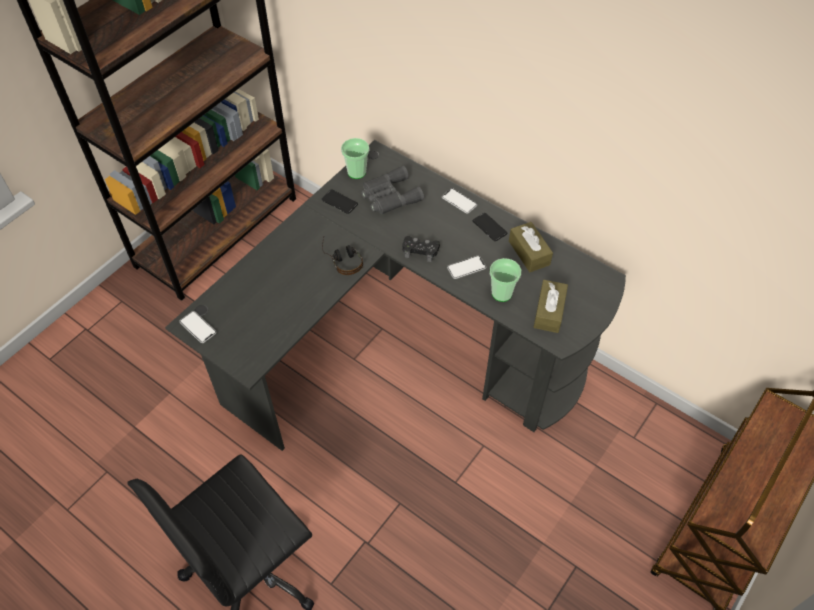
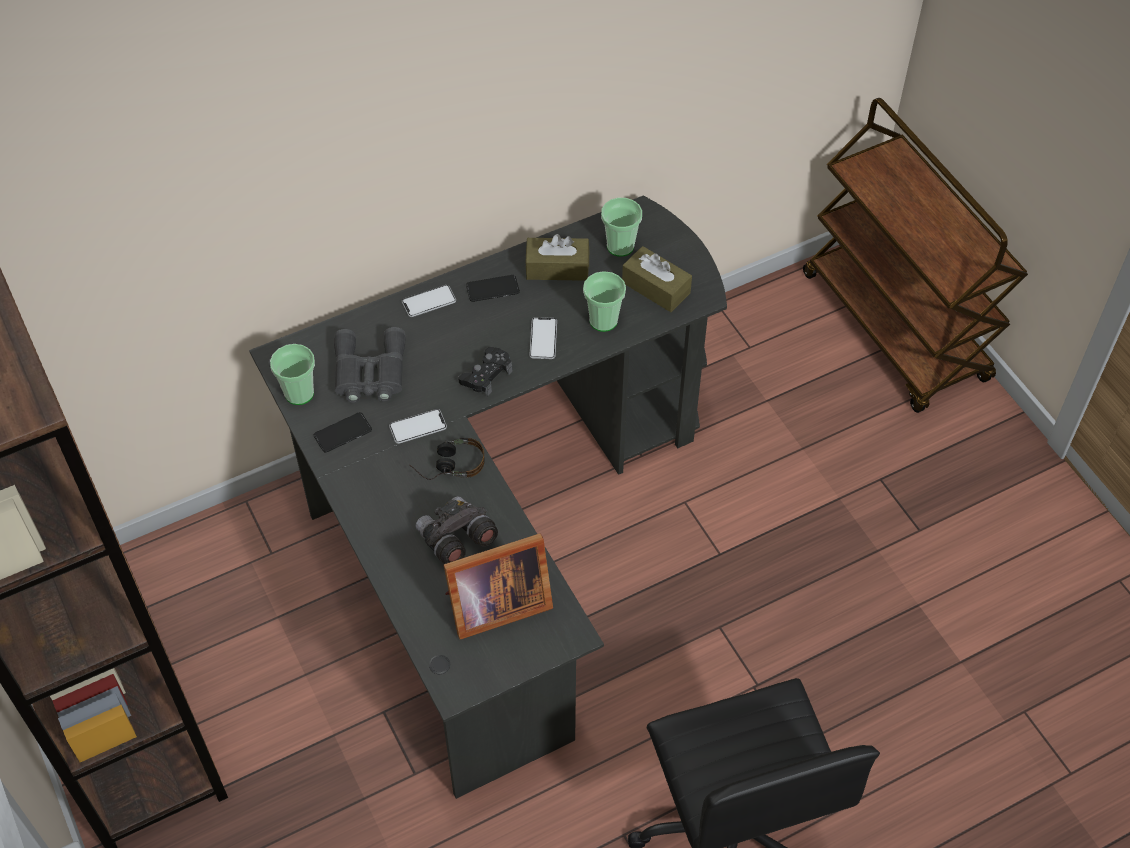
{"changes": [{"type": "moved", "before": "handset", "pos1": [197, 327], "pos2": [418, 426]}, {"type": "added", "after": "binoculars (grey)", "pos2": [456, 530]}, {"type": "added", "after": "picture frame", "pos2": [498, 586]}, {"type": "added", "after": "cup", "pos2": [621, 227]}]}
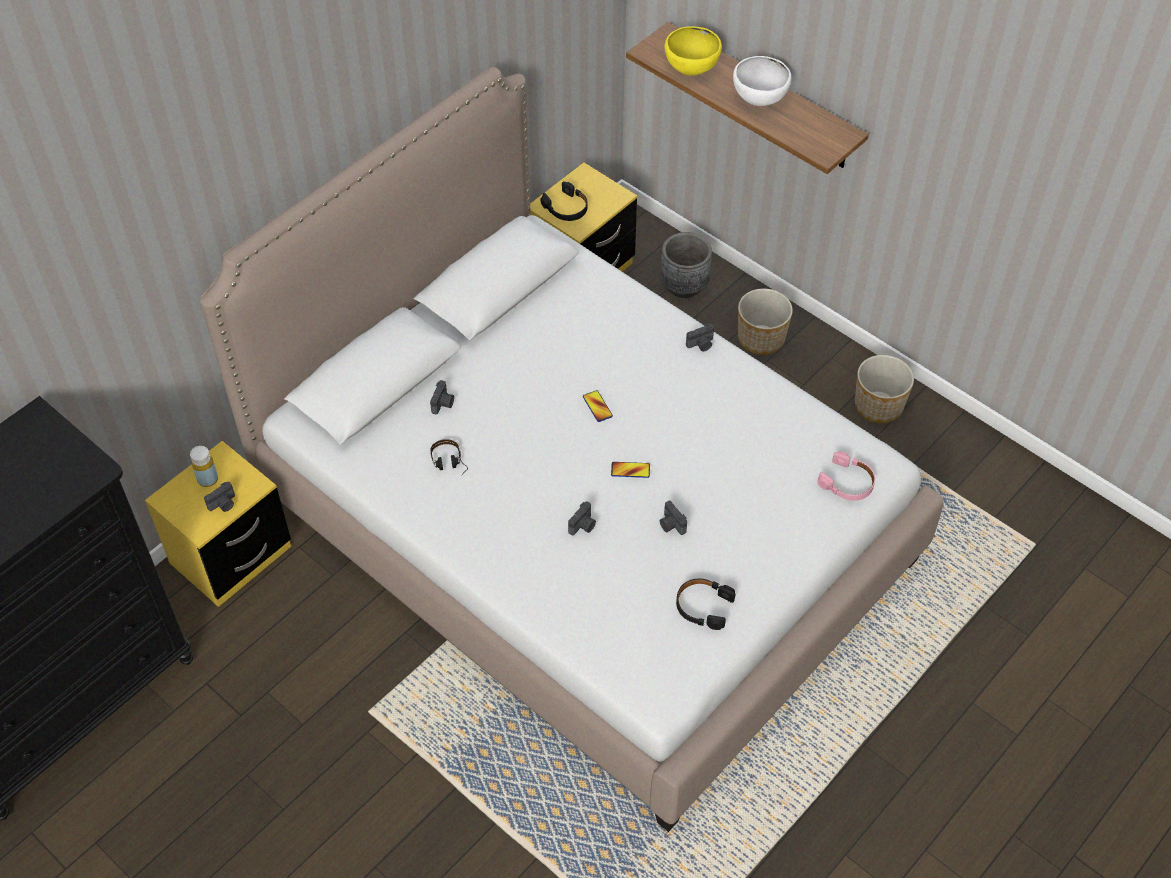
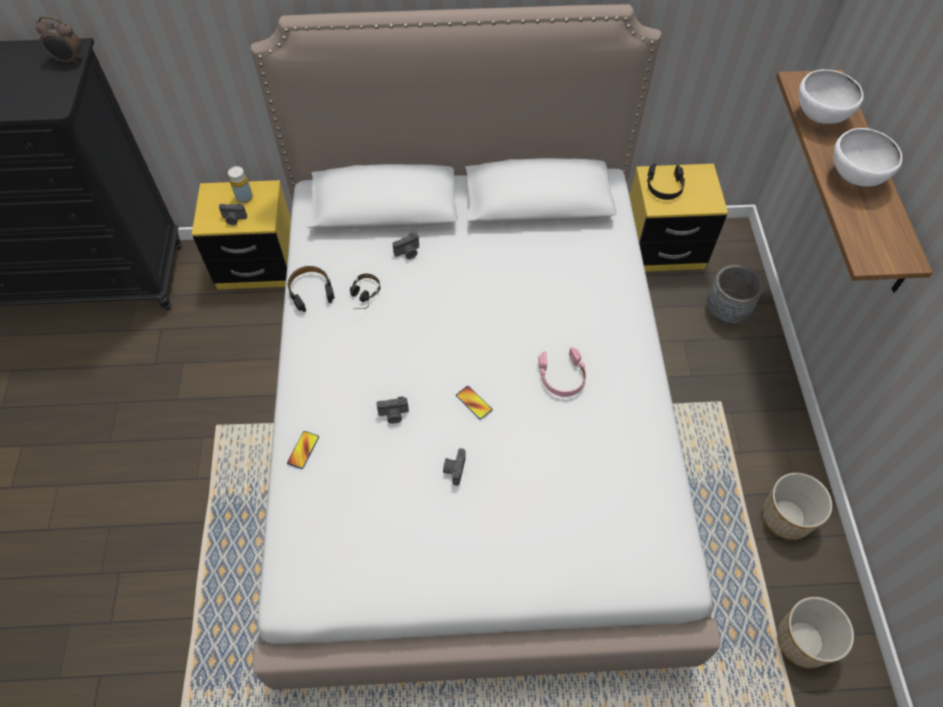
{"changes": [{"type": "added", "after": "bedside clock", "pos2": [59, 40]}, {"type": "moved", "before": "handset", "pos1": [598, 406], "pos2": [303, 450]}, {"type": "moved", "before": "headphones (blackish)", "pos1": [705, 604], "pos2": [311, 289]}, {"type": "moved", "before": "headphones (pink-coloured)", "pos1": [846, 476], "pos2": [562, 372]}, {"type": "moved", "before": "plant pot", "pos1": [765, 322], "pos2": [815, 632]}, {"type": "recoloured", "before": "bowl (yellow-coloured)", "after": "bowl (white)", "pos1": [693, 51], "pos2": [831, 96]}, {"type": "removed", "before": "photo camera", "pos1": [700, 337]}]}
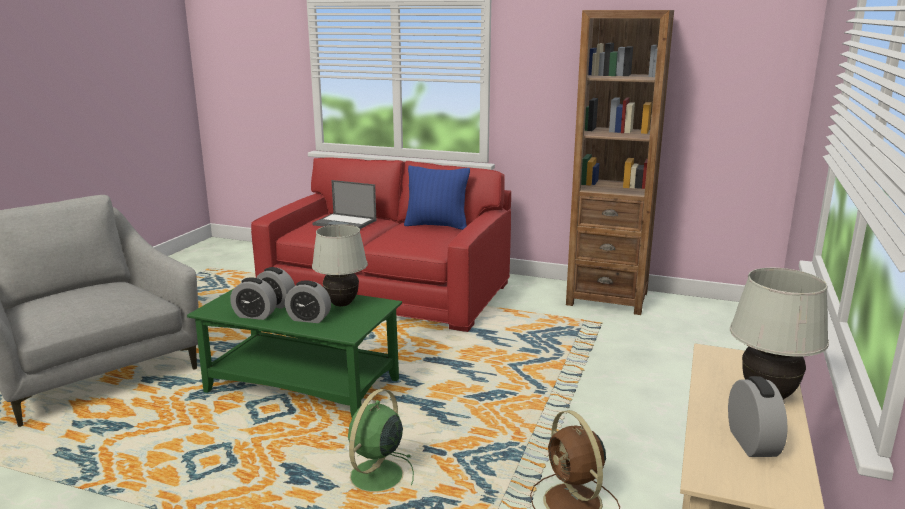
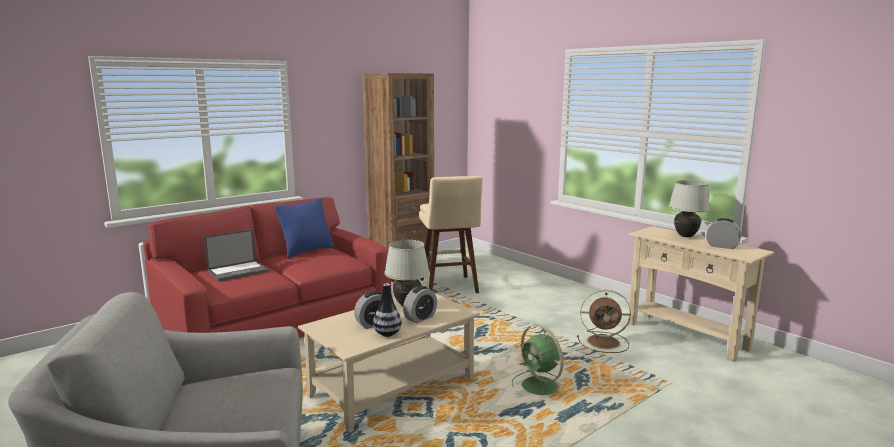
{"changes": [{"type": "recoloured", "before": "lounge table (greenish)", "after": "lounge table (sand-coloured)", "pos1": [294, 353], "pos2": [389, 363]}, {"type": "replaced", "before": "bedside clock", "after": "vase", "pos1": [253, 298], "pos2": [387, 310]}, {"type": "added", "after": "stool (sand-coloured)", "pos2": [451, 234]}]}
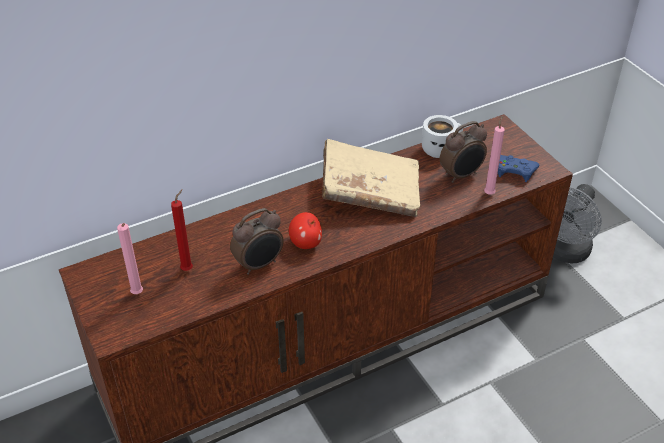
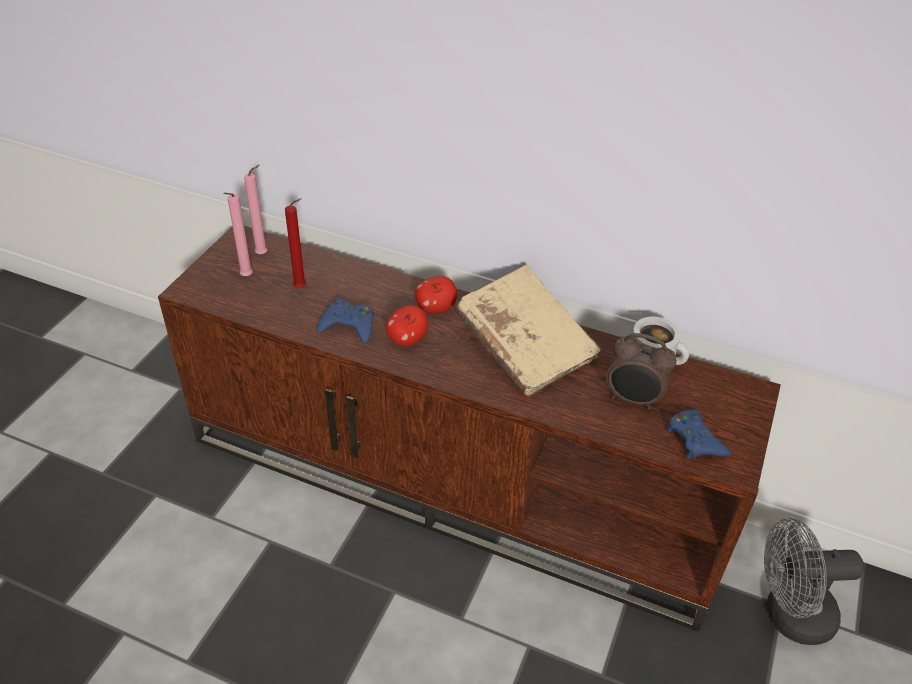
{"changes": [{"type": "moved", "before": "candle (pink-coloured)", "pos1": [494, 155], "pos2": [256, 210]}, {"type": "replaced", "before": "bedside clock", "after": "joypad (blue)", "pos1": [257, 241], "pos2": [345, 321]}, {"type": "added", "after": "apple", "pos2": [436, 295]}]}
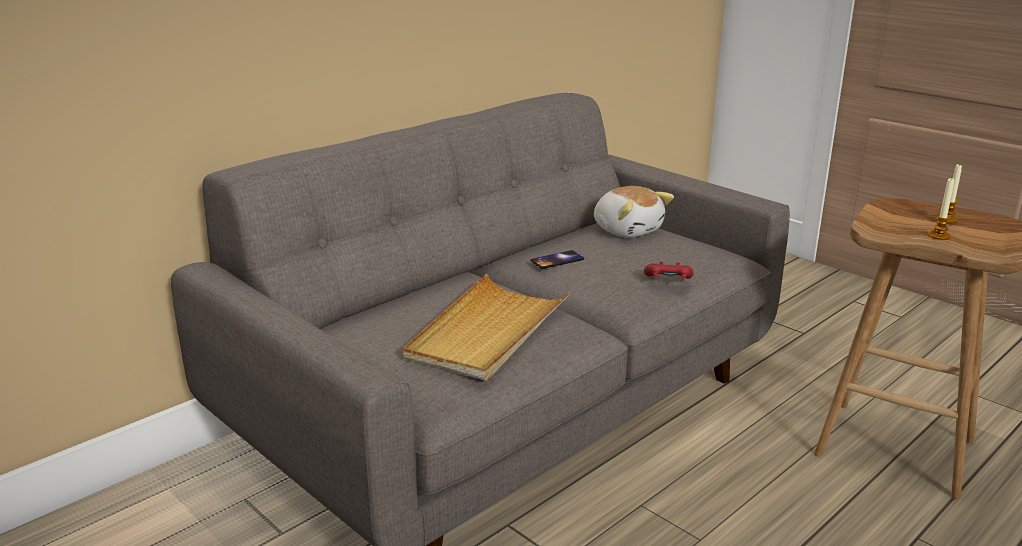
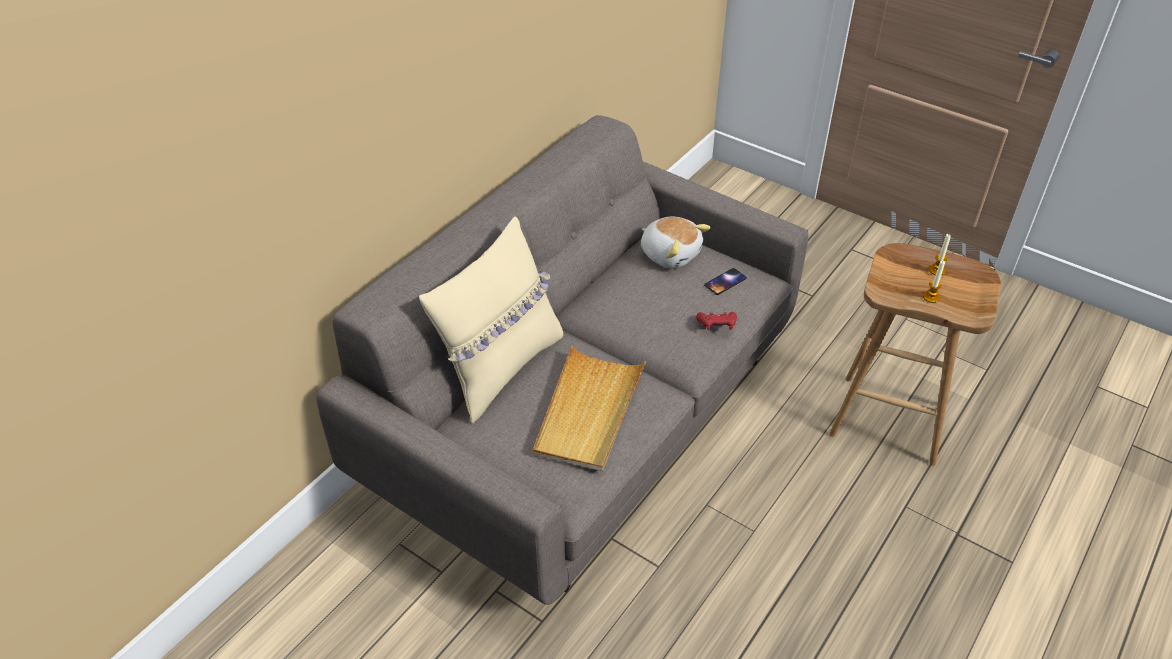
{"changes": [{"type": "added", "after": "pillow (sand-coloured)", "pos2": [491, 320]}, {"type": "moved", "before": "handset", "pos1": [557, 259], "pos2": [725, 281]}]}
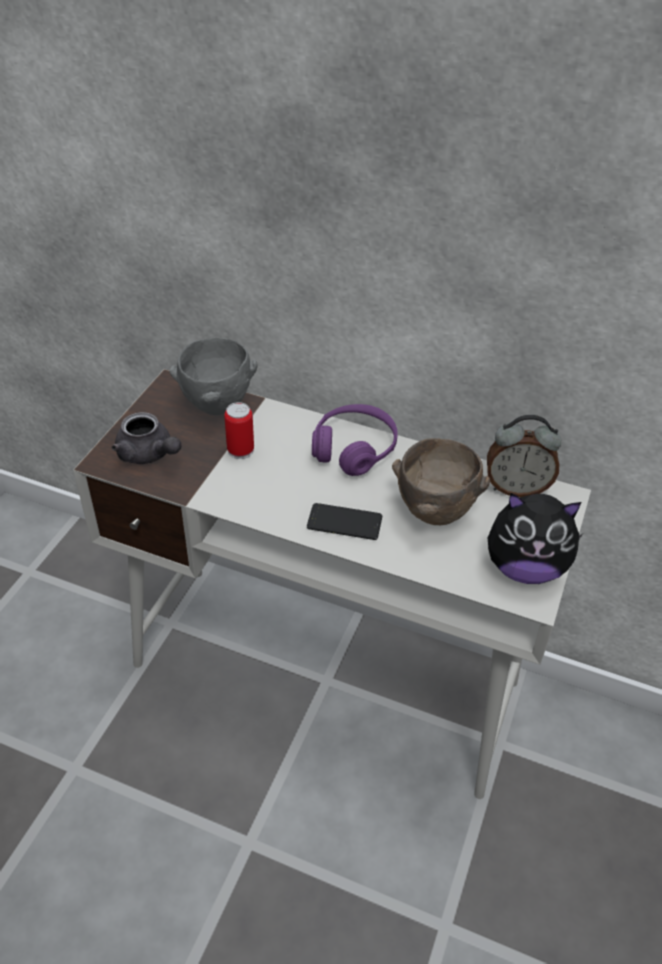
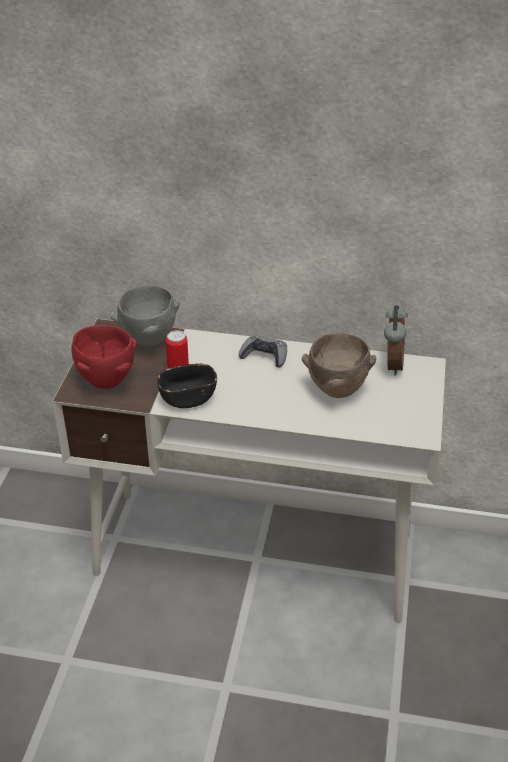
{"changes": [{"type": "replaced", "before": "tea pot (grey)", "after": "bowl (reddish)", "pos1": [146, 438], "pos2": [104, 357]}, {"type": "added", "after": "bowl (blackish)", "pos2": [187, 385]}, {"type": "replaced", "before": "headphones (purplish)", "after": "joypad (grey)", "pos1": [355, 440], "pos2": [263, 351]}, {"type": "turned", "before": "bedside clock", "pos1": [524, 456], "pos2": [396, 341], "turn": -75}, {"type": "removed", "before": "handset", "pos1": [344, 521]}, {"type": "removed", "before": "soft toy", "pos1": [535, 538]}]}
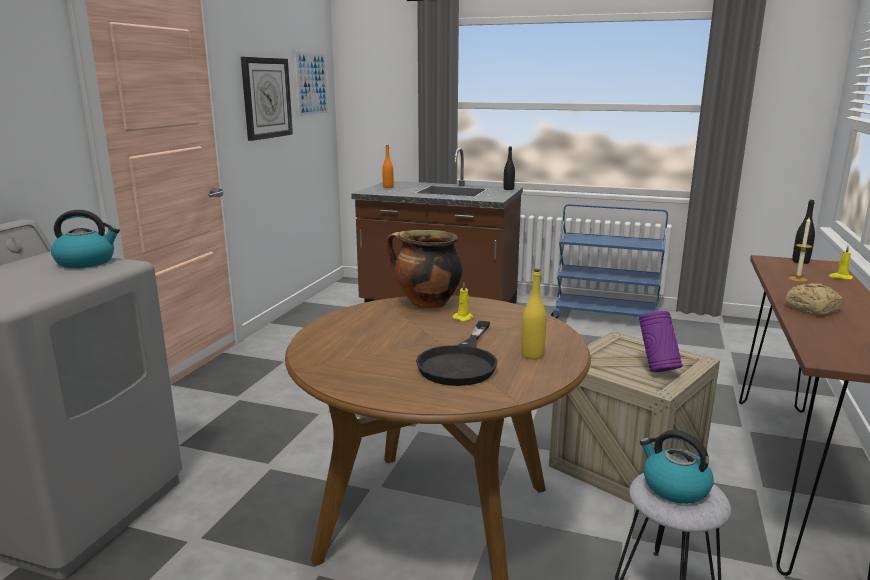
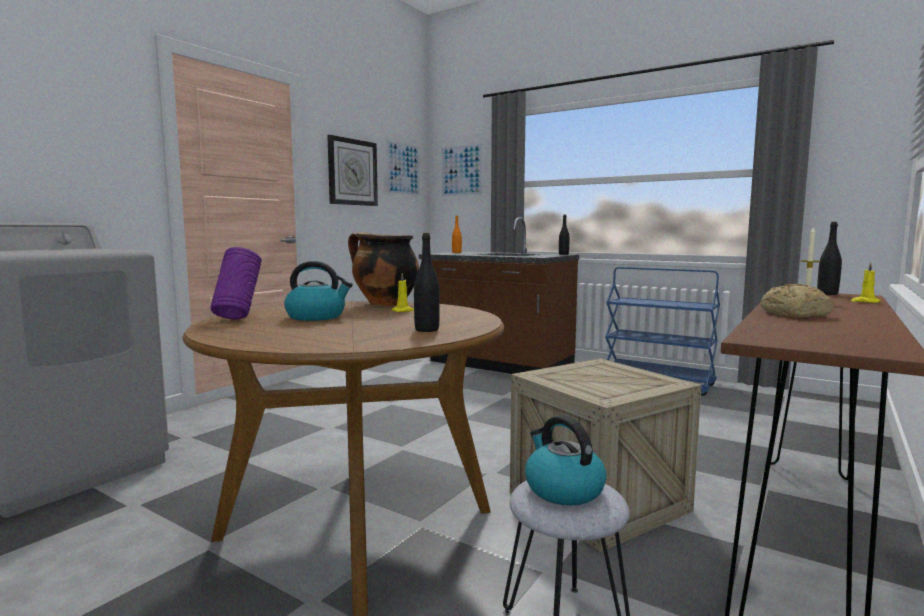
{"changes": [{"type": "moved", "before": "vase (purplish)", "pos1": [661, 341], "pos2": [236, 283]}, {"type": "moved", "before": "kettle", "pos1": [85, 239], "pos2": [318, 291]}, {"type": "recoloured", "before": "drink bottle (yellow-coloured)", "after": "drink bottle (blackish)", "pos1": [533, 314], "pos2": [427, 282]}, {"type": "added", "after": "picture", "pos2": [462, 169]}, {"type": "removed", "before": "skillet (blackish)", "pos1": [457, 353]}]}
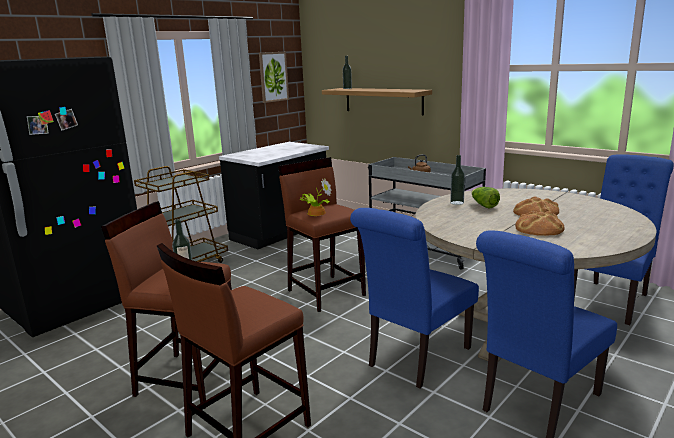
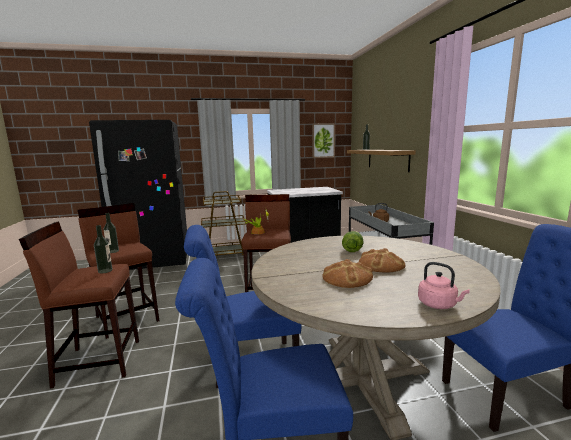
{"changes": [{"type": "moved", "before": "drink bottle", "pos1": [457, 180], "pos2": [103, 249]}, {"type": "added", "after": "kettle (pink-coloured)", "pos2": [444, 285]}]}
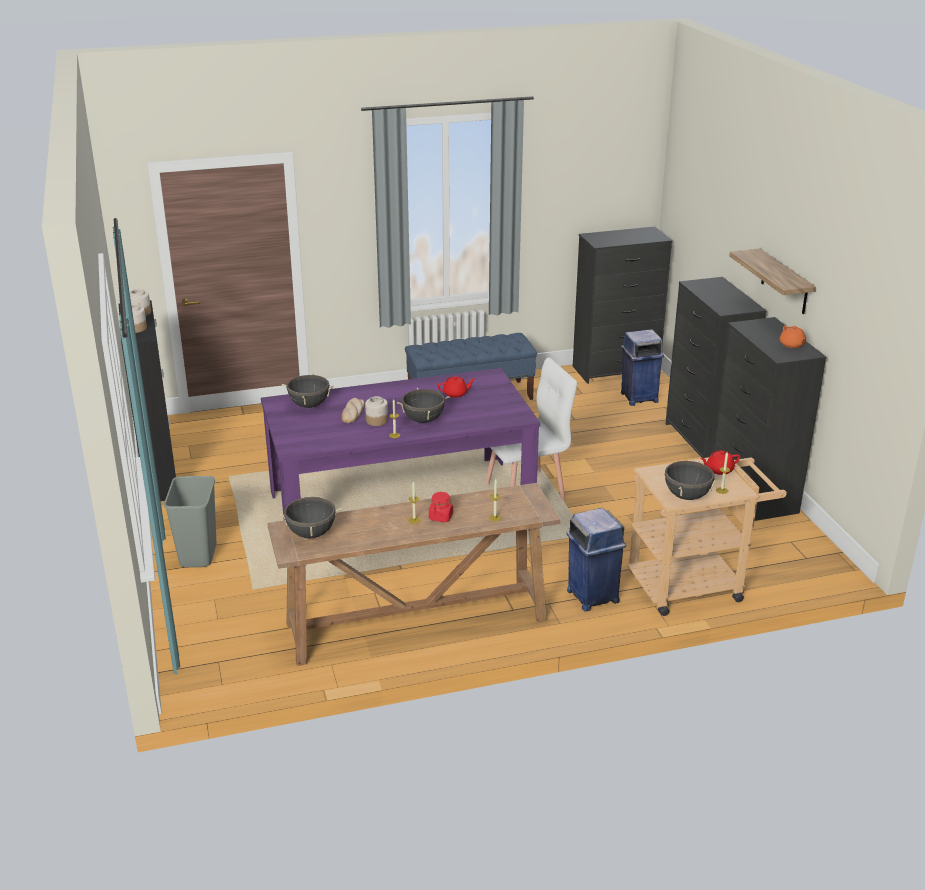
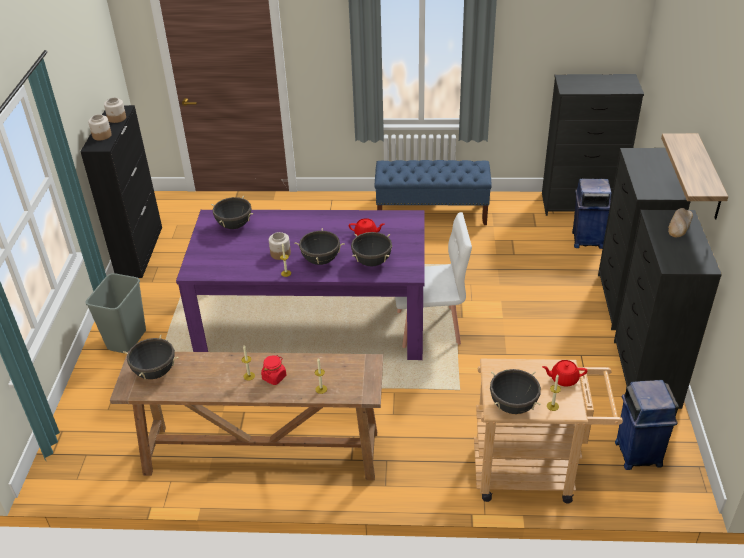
{"changes": [{"type": "added", "after": "cooking pot (blackish)", "pos2": [371, 249]}, {"type": "moved", "before": "rubbish bin (blue)", "pos1": [596, 560], "pos2": [647, 425]}, {"type": "moved", "before": "baked bread", "pos1": [353, 410], "pos2": [680, 223]}, {"type": "removed", "before": "tea pot (orange)", "pos1": [793, 337]}]}
